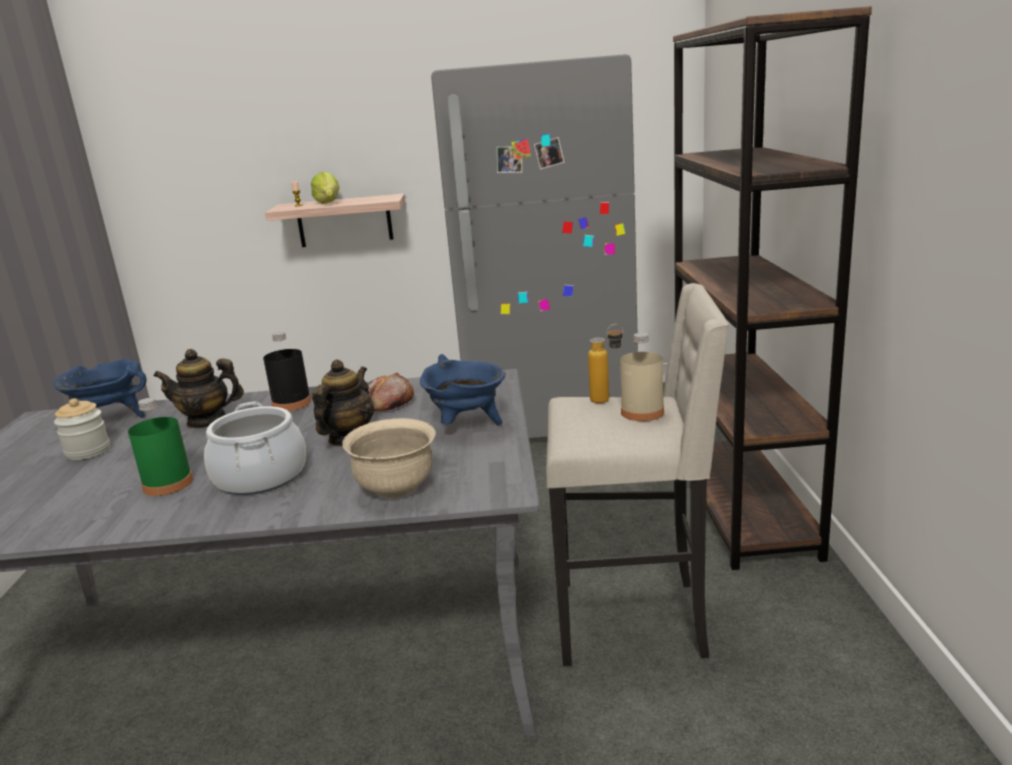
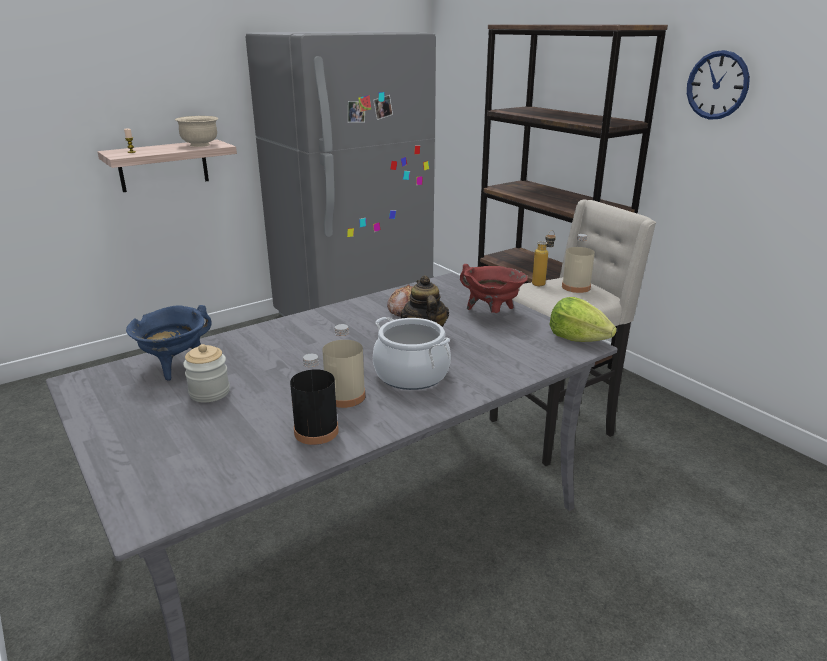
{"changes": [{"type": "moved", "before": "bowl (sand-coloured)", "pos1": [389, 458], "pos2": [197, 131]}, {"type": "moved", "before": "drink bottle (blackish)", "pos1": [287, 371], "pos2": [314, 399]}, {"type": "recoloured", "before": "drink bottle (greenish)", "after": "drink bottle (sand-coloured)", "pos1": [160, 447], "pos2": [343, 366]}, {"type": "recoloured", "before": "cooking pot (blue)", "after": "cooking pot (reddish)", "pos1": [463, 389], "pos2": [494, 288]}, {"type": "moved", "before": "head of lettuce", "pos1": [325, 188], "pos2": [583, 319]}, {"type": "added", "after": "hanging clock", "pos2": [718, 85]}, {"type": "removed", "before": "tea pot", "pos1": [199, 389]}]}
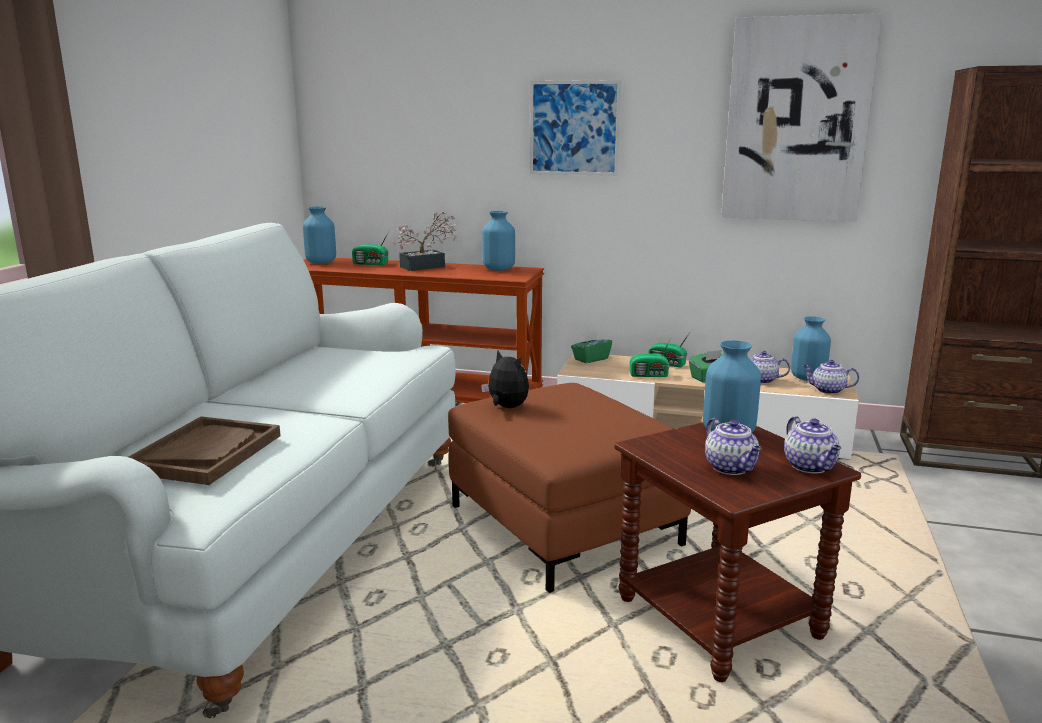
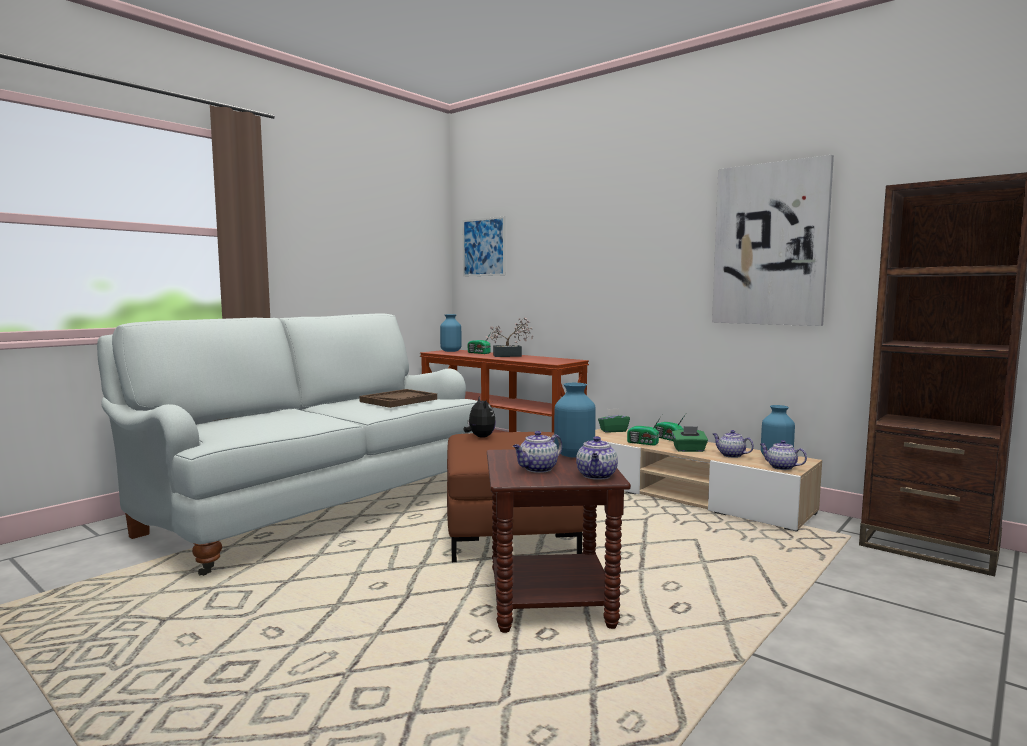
{"changes": [{"type": "moved", "before": "carrying tray (brownish)", "pos1": [204, 450], "pos2": [398, 398]}, {"type": "moved", "before": "picture", "pos1": [575, 128], "pos2": [484, 246]}, {"type": "turned", "before": "tea pot", "pos1": [733, 446], "pos2": [537, 452], "turn": 45}, {"type": "removed", "before": "vase (blue)", "pos1": [498, 241]}]}
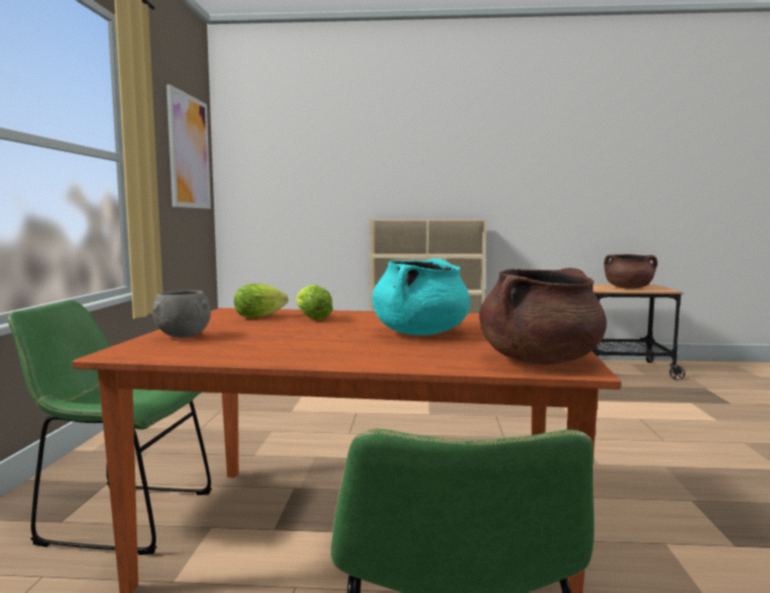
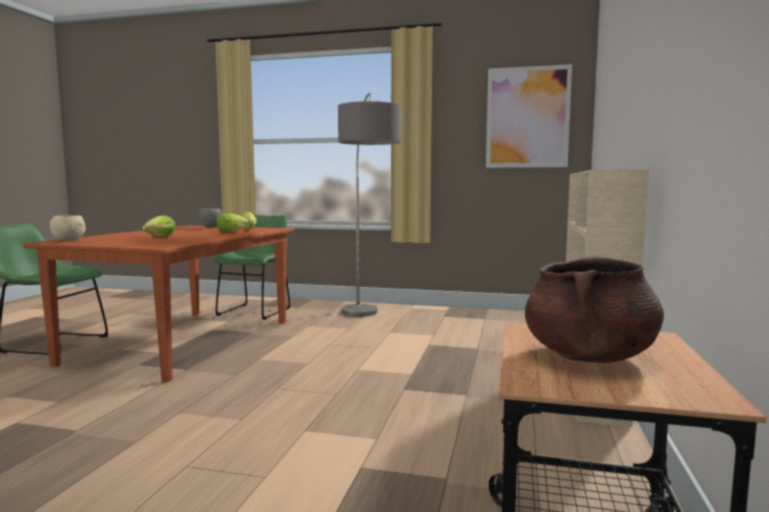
{"changes": [{"type": "replaced", "before": "cooking pot (brownish)", "after": "bowl (sand-coloured)", "pos1": [543, 316], "pos2": [68, 228]}, {"type": "replaced", "before": "cooking pot (blue-green)", "after": "head of lettuce", "pos1": [421, 296], "pos2": [159, 226]}, {"type": "added", "after": "standard lamp", "pos2": [369, 204]}]}
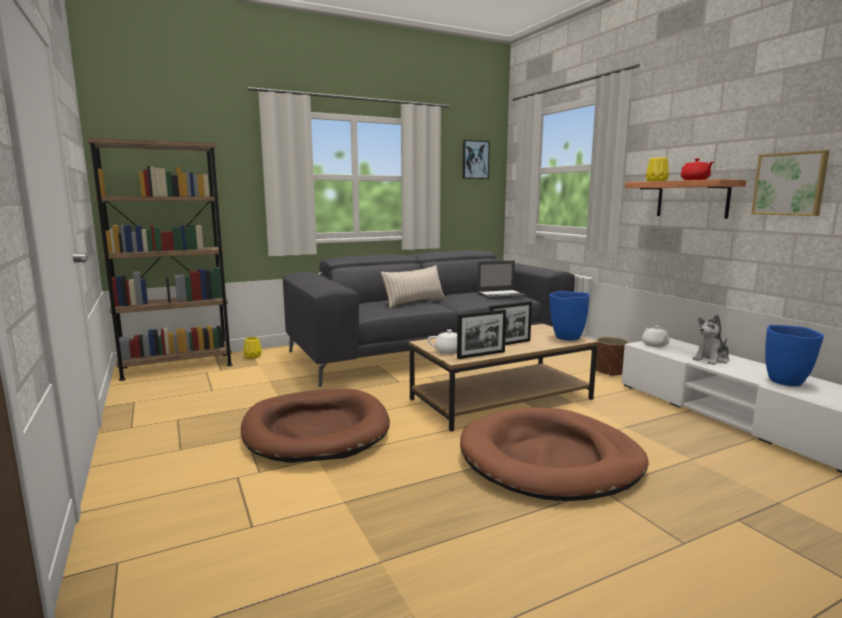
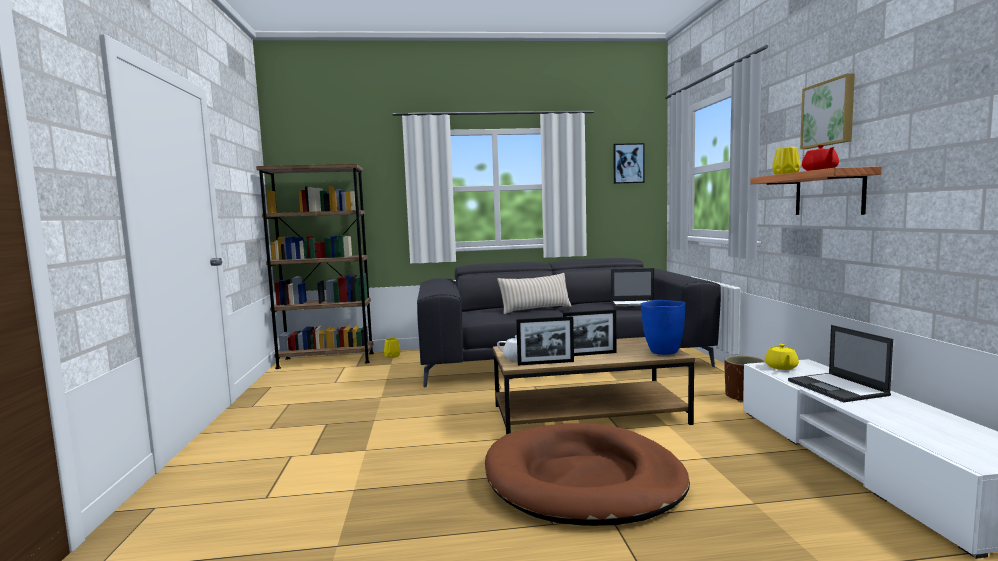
{"changes": [{"type": "recoloured", "before": "tea pot (white)", "after": "tea pot (yellow-coloured)", "pos1": [655, 336], "pos2": [782, 357]}, {"type": "replaced", "before": "soft toy", "after": "notebook computer", "pos1": [711, 340], "pos2": [840, 363]}, {"type": "moved", "before": "picture", "pos1": [790, 183], "pos2": [827, 111]}, {"type": "removed", "before": "dog cushion (brownish)", "pos1": [315, 426]}, {"type": "removed", "before": "vase (blue)", "pos1": [794, 355]}]}
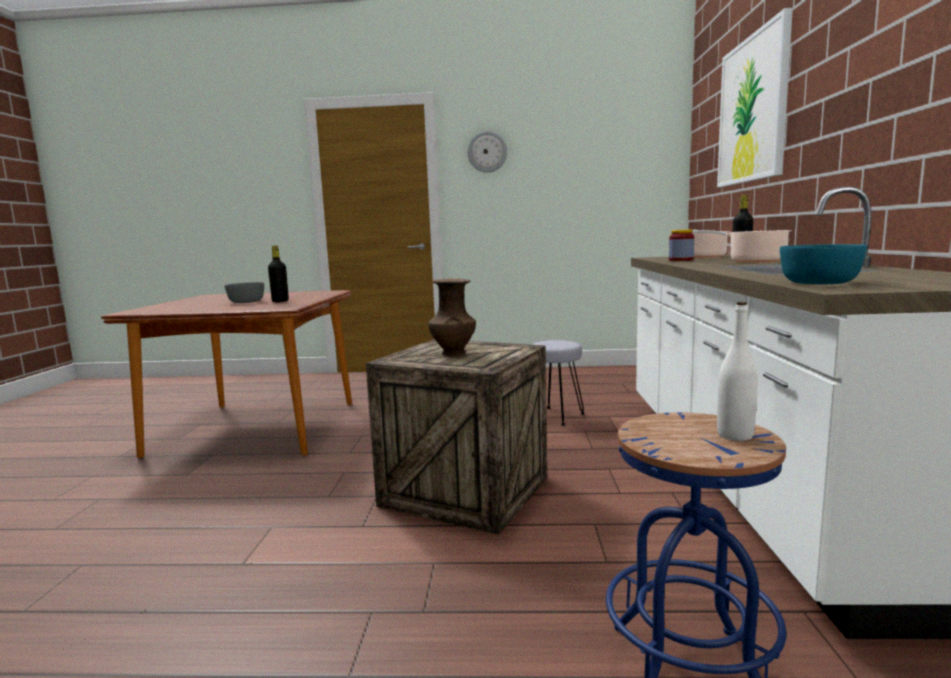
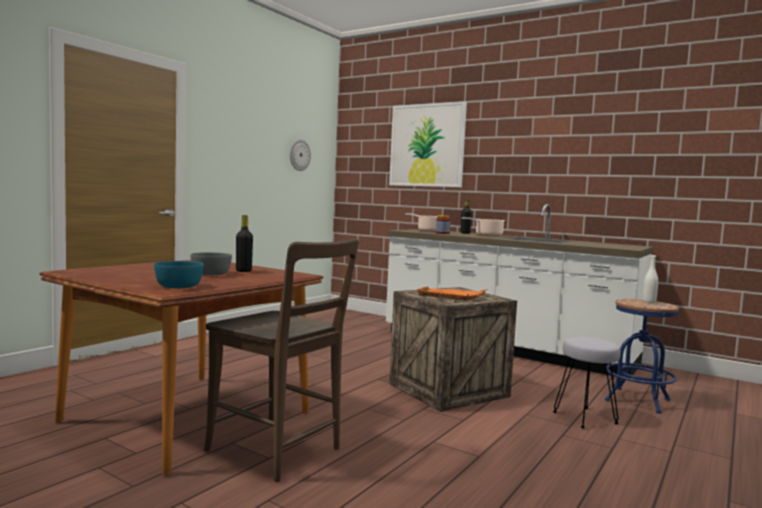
{"changes": [{"type": "moved", "before": "bowl (blue-green)", "pos1": [823, 264], "pos2": [179, 274]}, {"type": "added", "after": "chair (brownish)", "pos2": [281, 360]}, {"type": "moved", "before": "hanging clock", "pos1": [487, 152], "pos2": [300, 155]}, {"type": "replaced", "before": "vase (brownish)", "after": "carrying tray (orange)", "pos1": [452, 317], "pos2": [452, 294]}, {"type": "moved", "before": "stool (grey)", "pos1": [558, 383], "pos2": [587, 383]}]}
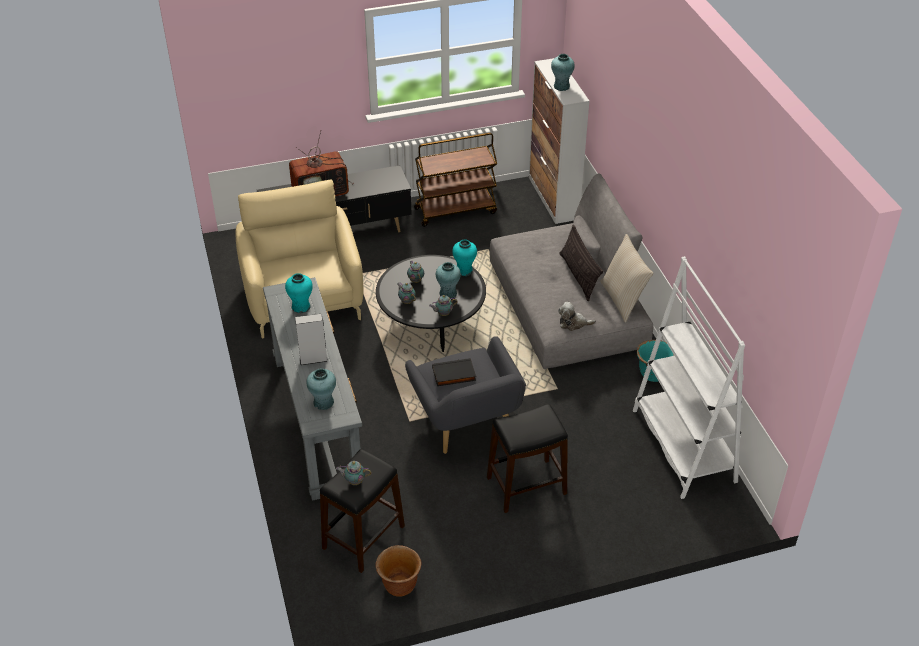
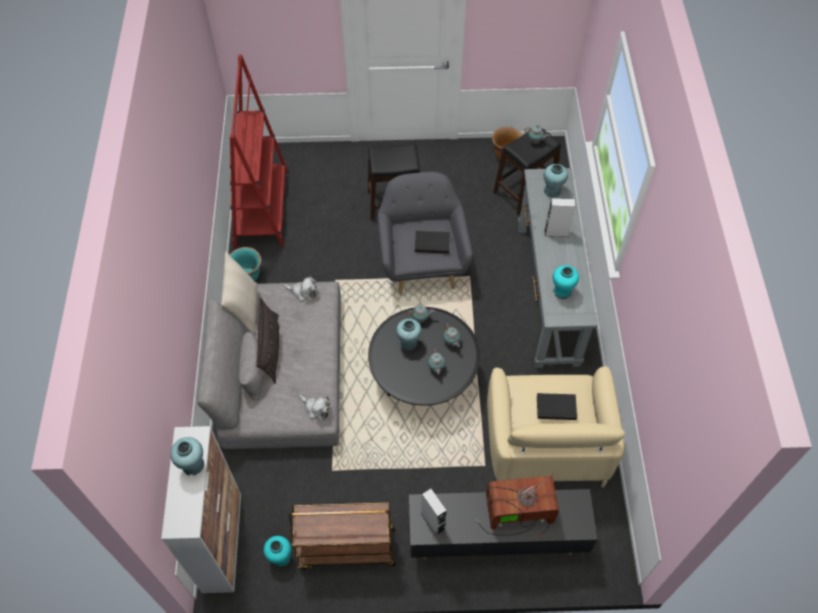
{"changes": [{"type": "recoloured", "before": "shelving unit (white)", "after": "shelving unit (reddish)", "pos1": [689, 377], "pos2": [259, 152]}, {"type": "moved", "before": "vase (blue-green)", "pos1": [464, 258], "pos2": [277, 551]}, {"type": "added", "after": "soft toy", "pos2": [315, 407]}, {"type": "added", "after": "speaker (grey)", "pos2": [434, 512]}, {"type": "added", "after": "bound book (blackish)", "pos2": [557, 406]}]}
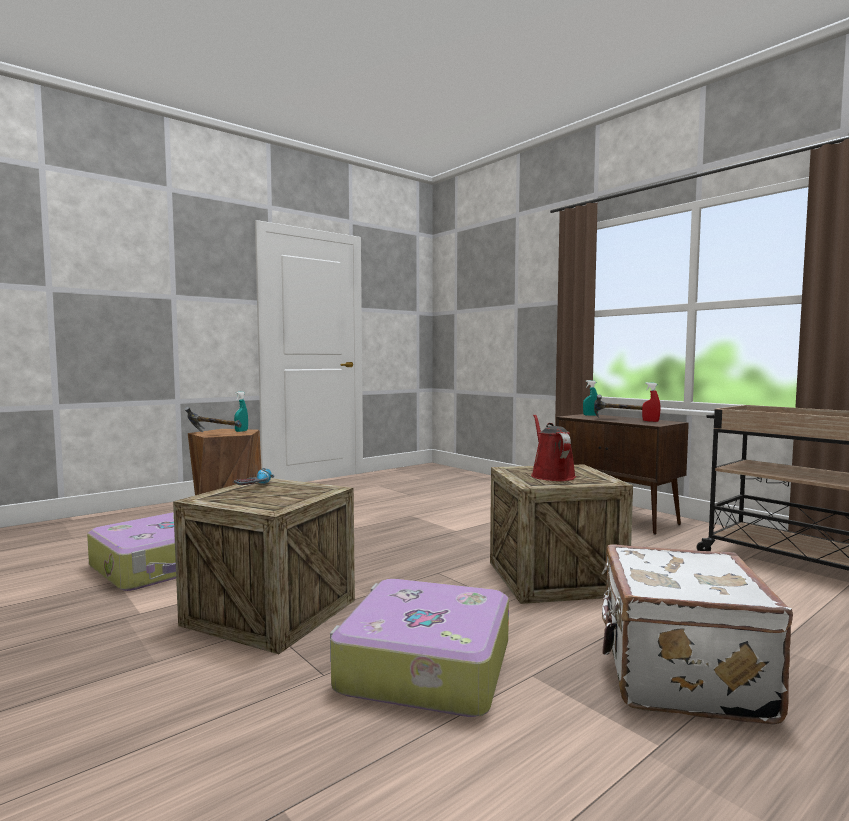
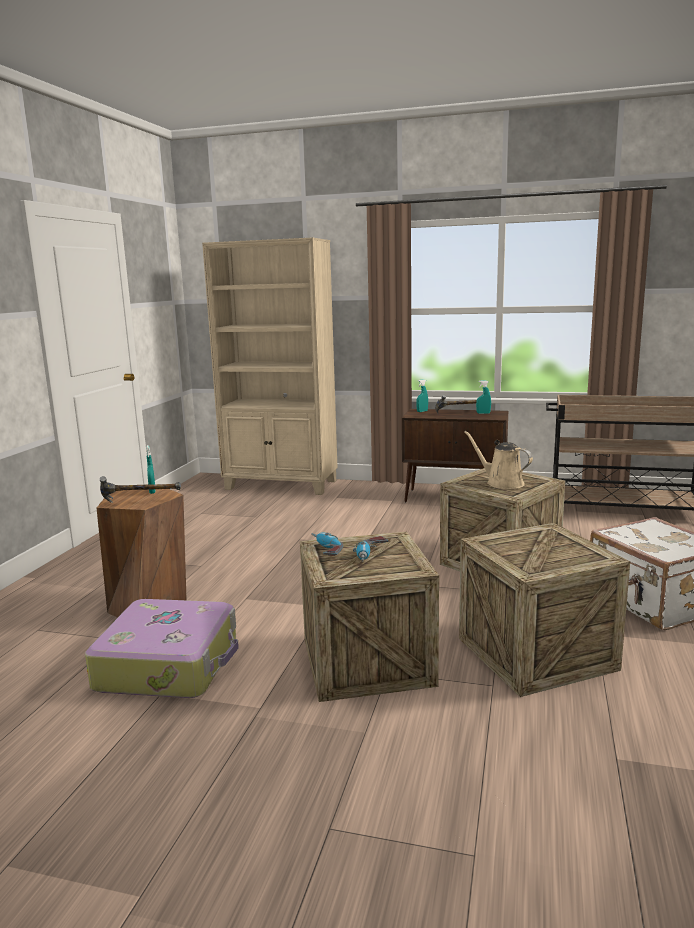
{"changes": [{"type": "added", "after": "shelving unit (sand-coloured)", "pos2": [270, 366]}, {"type": "added", "after": "drill", "pos2": [371, 549]}, {"type": "replaced", "before": "suitcase", "after": "packing crate", "pos1": [419, 648], "pos2": [544, 610]}, {"type": "recoloured", "before": "sprinkling can (reddish)", "after": "sprinkling can (sand-coloured)", "pos1": [553, 447], "pos2": [498, 460]}, {"type": "recoloured", "before": "spray bottle (reddish)", "after": "spray bottle (blue-green)", "pos1": [651, 402], "pos2": [483, 397]}]}
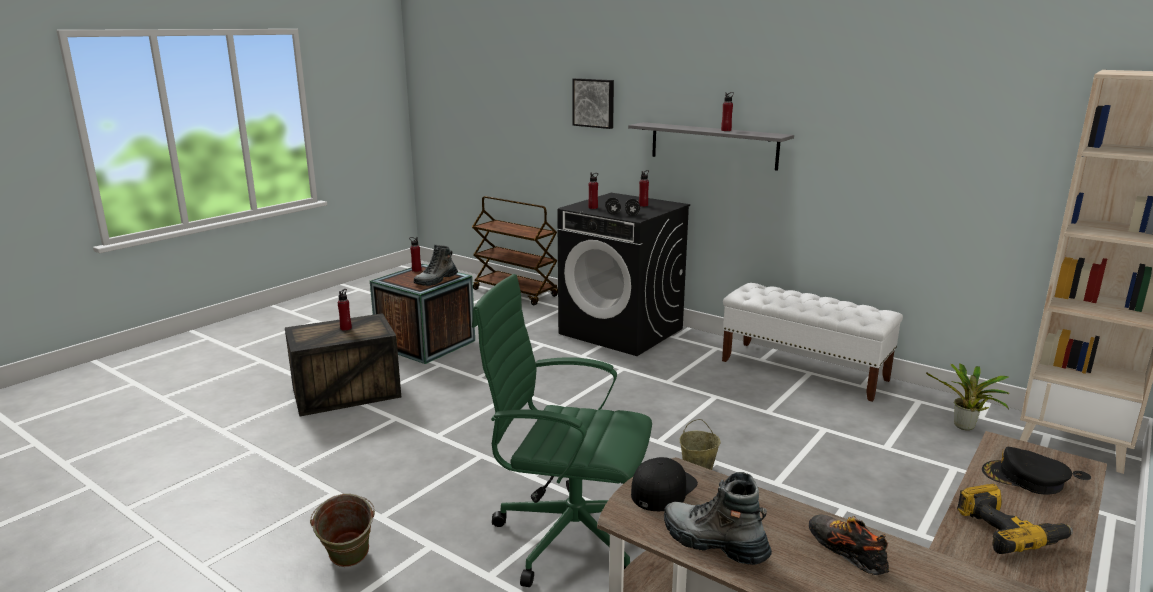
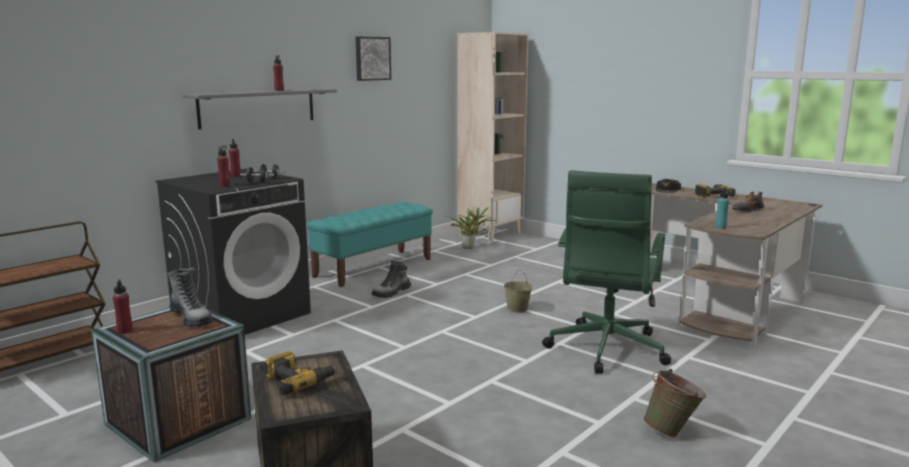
{"changes": [{"type": "replaced", "before": "drink bottle (reddish)", "after": "drill", "pos1": [345, 310], "pos2": [301, 373]}, {"type": "recoloured", "before": "long seat (white)", "after": "long seat (blue-green)", "pos1": [812, 342], "pos2": [369, 244]}, {"type": "moved", "before": "picture", "pos1": [593, 103], "pos2": [373, 59]}, {"type": "moved", "before": "high-top boot", "pos1": [718, 518], "pos2": [391, 279]}, {"type": "replaced", "before": "cap (blackish)", "after": "drink bottle (blue-green)", "pos1": [664, 484], "pos2": [722, 208]}]}
